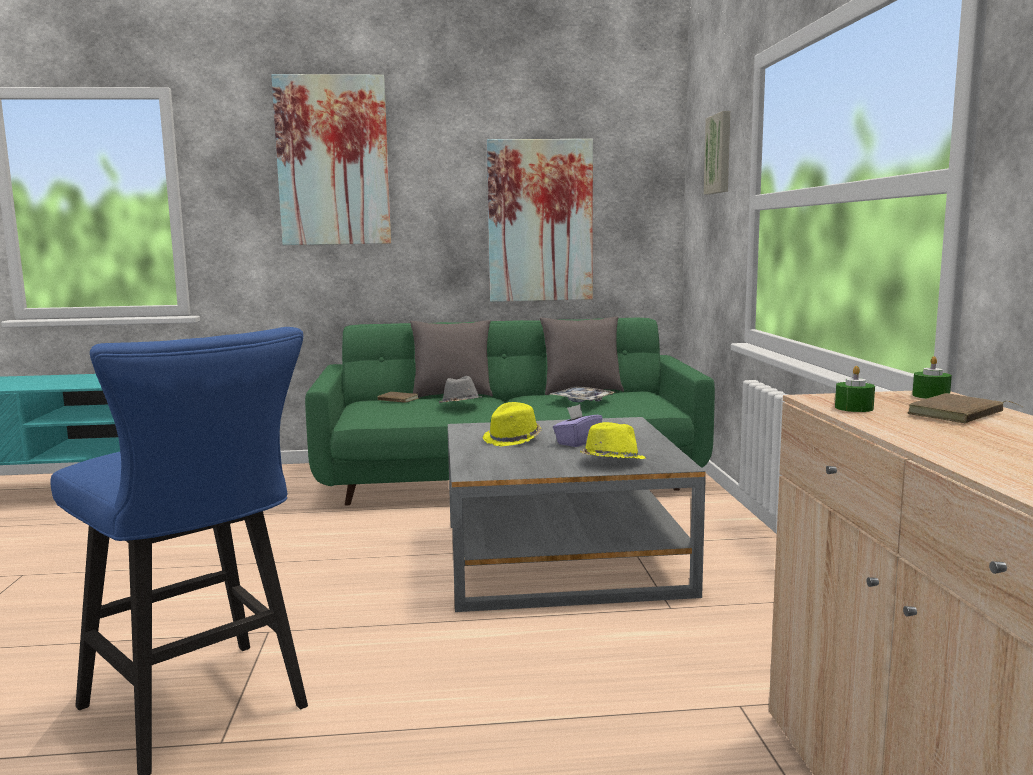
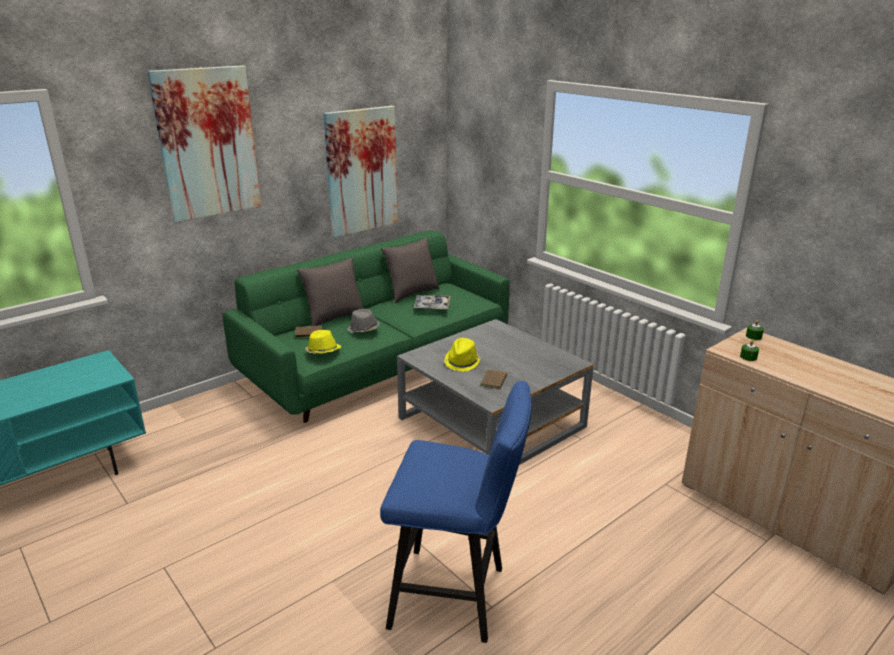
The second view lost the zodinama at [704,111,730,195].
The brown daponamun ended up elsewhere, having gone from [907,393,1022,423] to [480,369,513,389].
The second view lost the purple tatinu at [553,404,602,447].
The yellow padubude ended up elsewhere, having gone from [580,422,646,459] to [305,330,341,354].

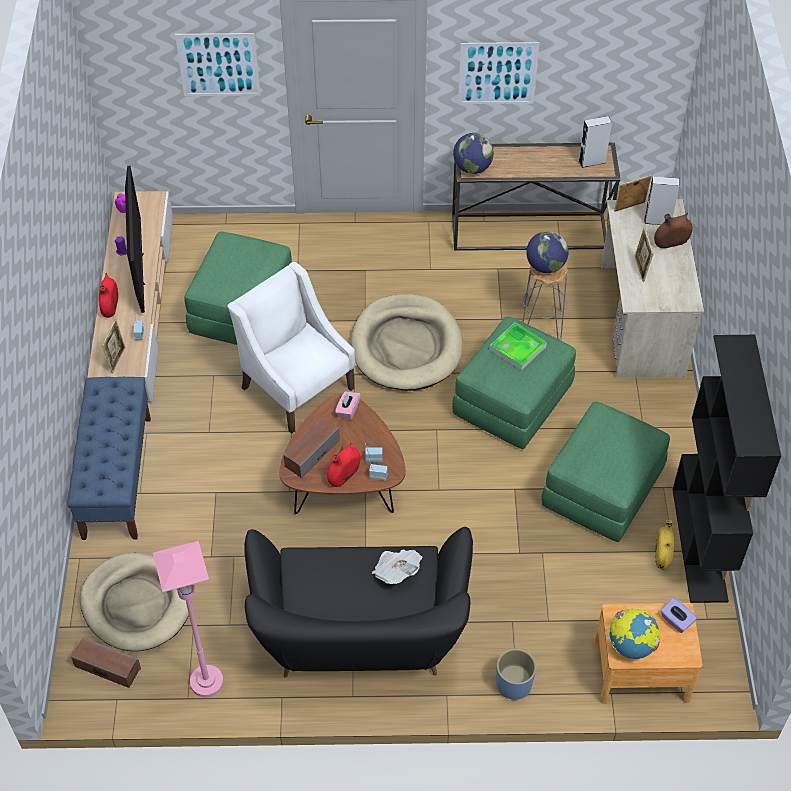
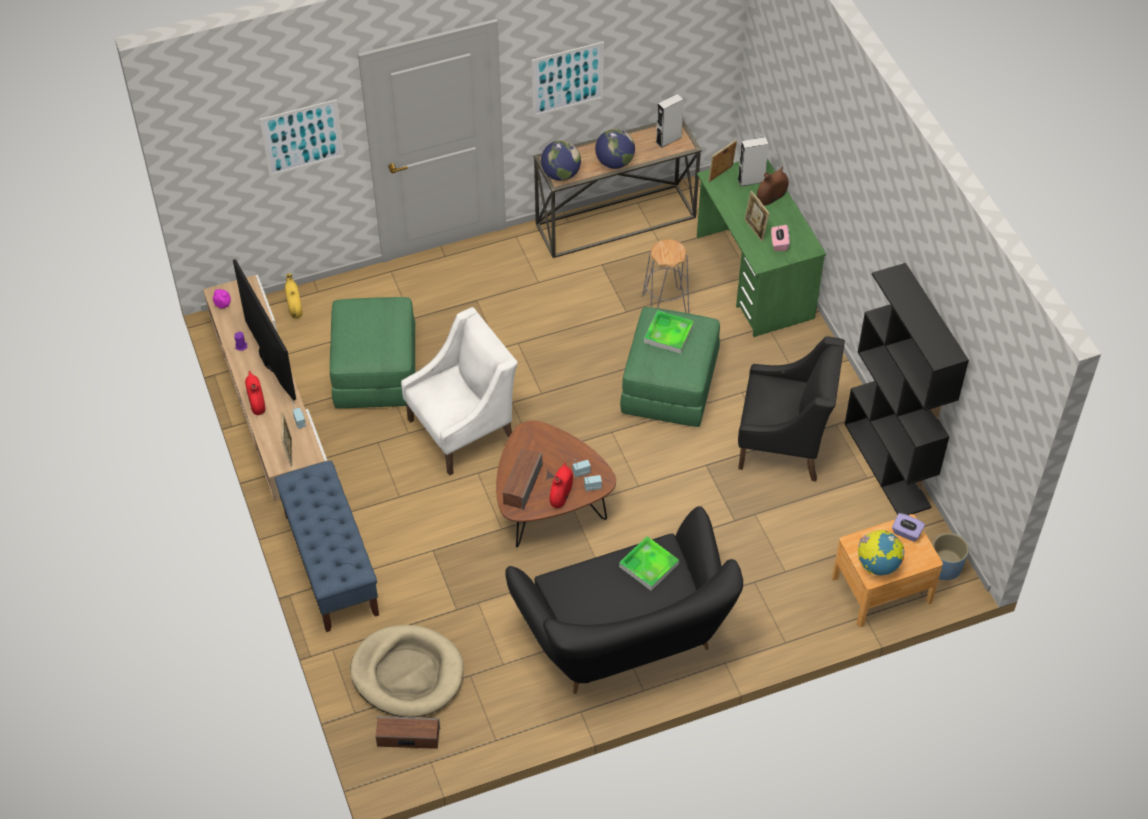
What was the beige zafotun at [601,199,704,378] turned into the green zafotun at [697,158,826,337].
The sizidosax ended up elsewhere, having gone from [526,231,568,273] to [595,129,635,169].
The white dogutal at [227,262,355,434] ended up facing another way, 120 degrees clockwise from before.
The second view lost the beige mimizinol at [351,294,463,391].
The pink tatinu ended up elsewhere, having gone from [335,392,361,420] to [771,225,790,251].
Where the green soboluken stood at [541,401,670,542], the black dogutal came to stand at [738,336,845,481].
The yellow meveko ended up elsewhere, having gone from [656,520,674,570] to [285,273,303,319].
The second view lost the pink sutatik at [153,541,223,698].
Where the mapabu stood at [372,549,422,584], the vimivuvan came to stand at [619,536,679,591].
The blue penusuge ended up elsewhere, having gone from [496,649,536,700] to [933,533,969,580].

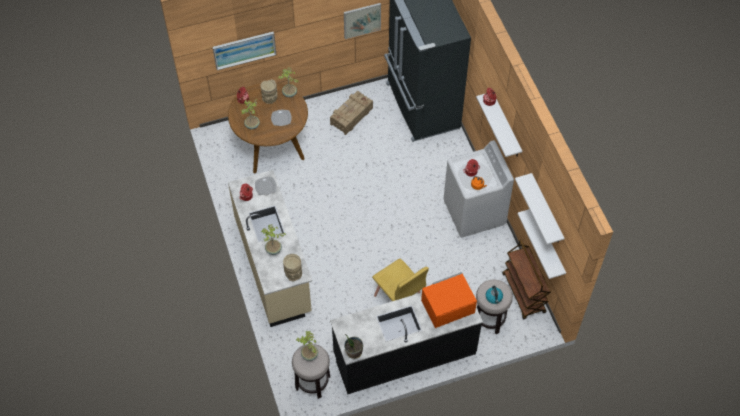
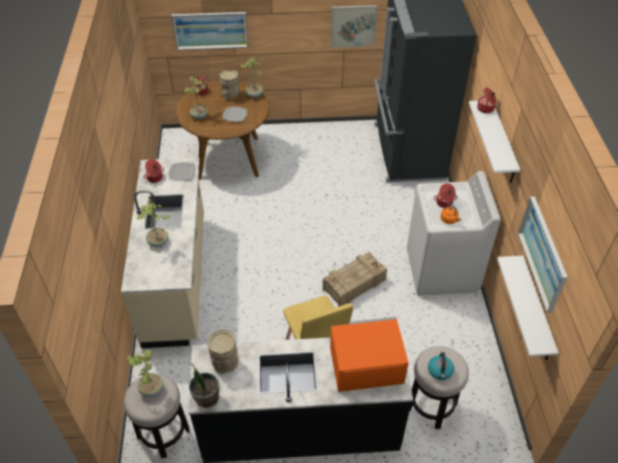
The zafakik ended up elsewhere, having gone from [330,91,373,135] to [323,252,387,307].
Where the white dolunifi hung at [515,173,565,245], the zodinama came to hang at [518,197,568,313].
The second view lost the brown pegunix at [502,240,551,319].
The beige meveko ended up elsewhere, having gone from [283,254,302,282] to [208,329,238,374].

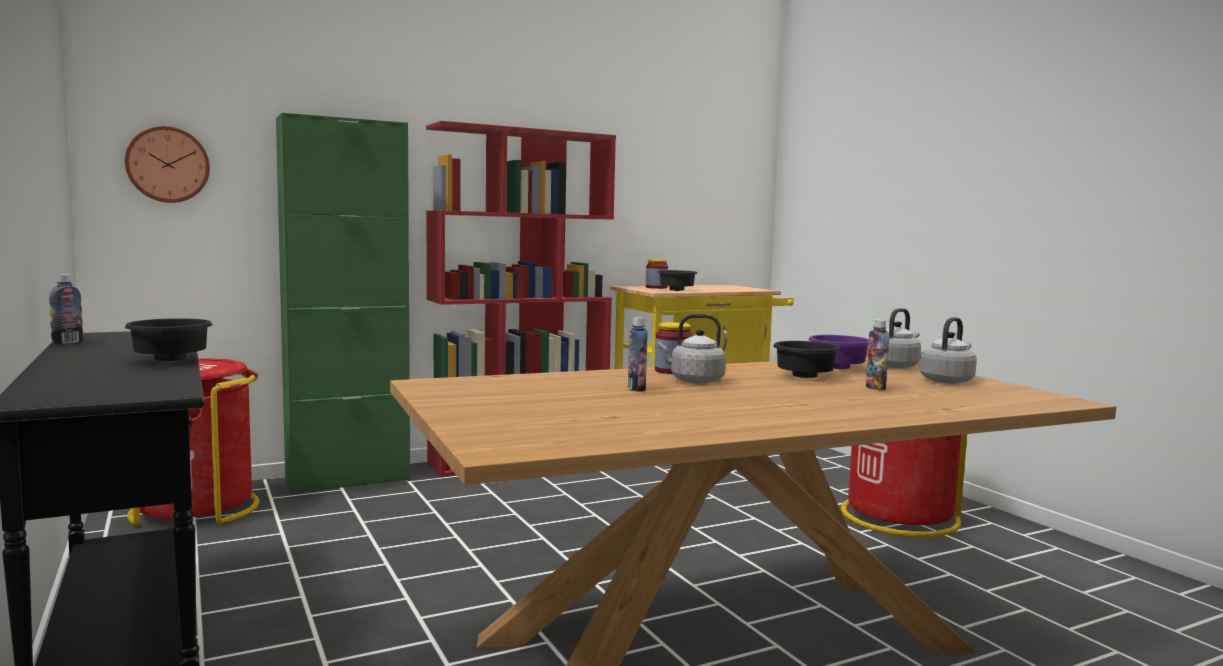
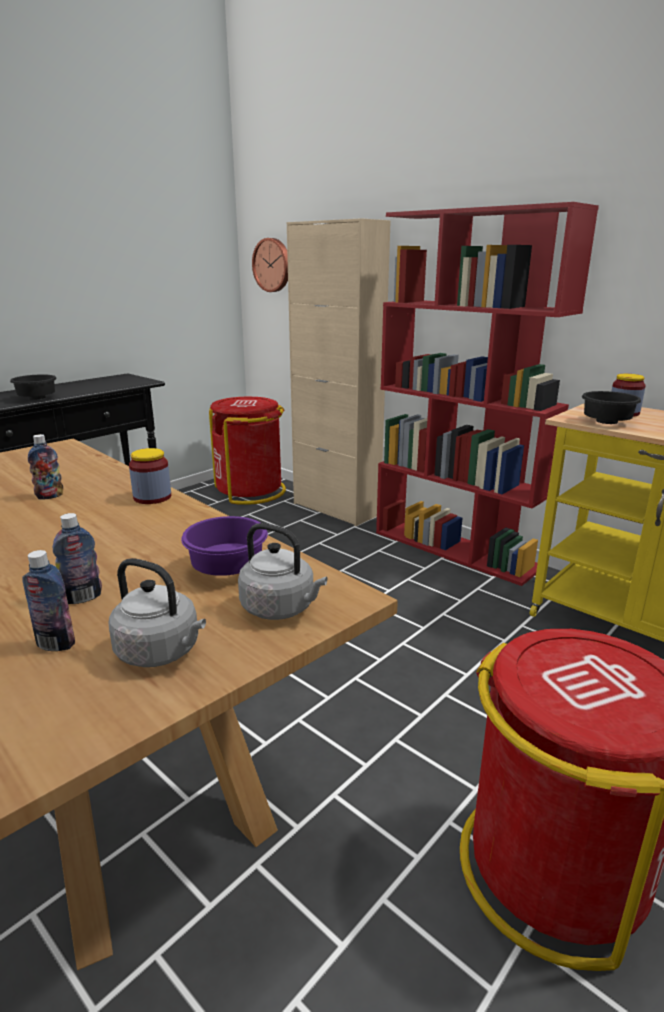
What was the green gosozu at [276,113,410,495] turned into the beige gosozu at [287,218,391,526].
The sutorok ended up elsewhere, having gone from [49,274,84,344] to [22,550,75,651].
The second view lost the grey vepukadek at [658,314,726,384].
The second view lost the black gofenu at [773,341,841,378].

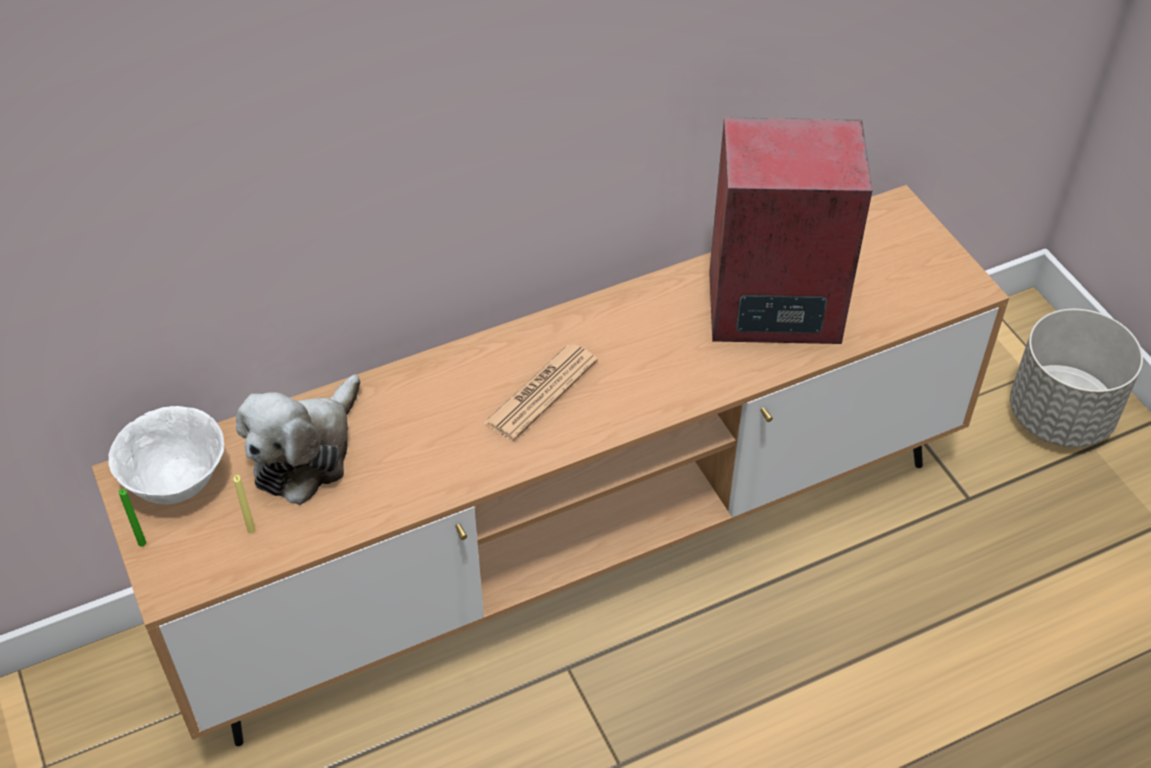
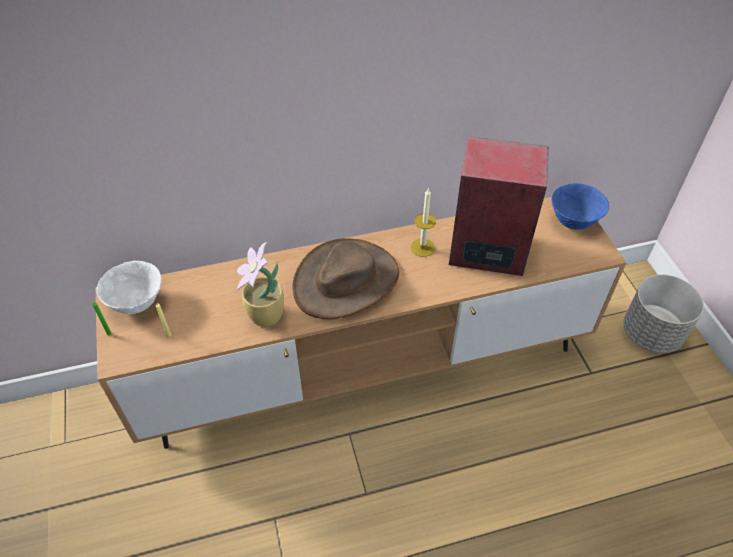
Where the mapabu stood at [484,344,598,441], the brown padubude came to stand at [292,238,399,319].
The second view lost the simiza at [236,375,360,505].
The second view gained the blue gofenu at [551,183,609,230].
The second view gained the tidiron at [411,189,436,257].
The second view gained the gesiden at [237,242,284,327].

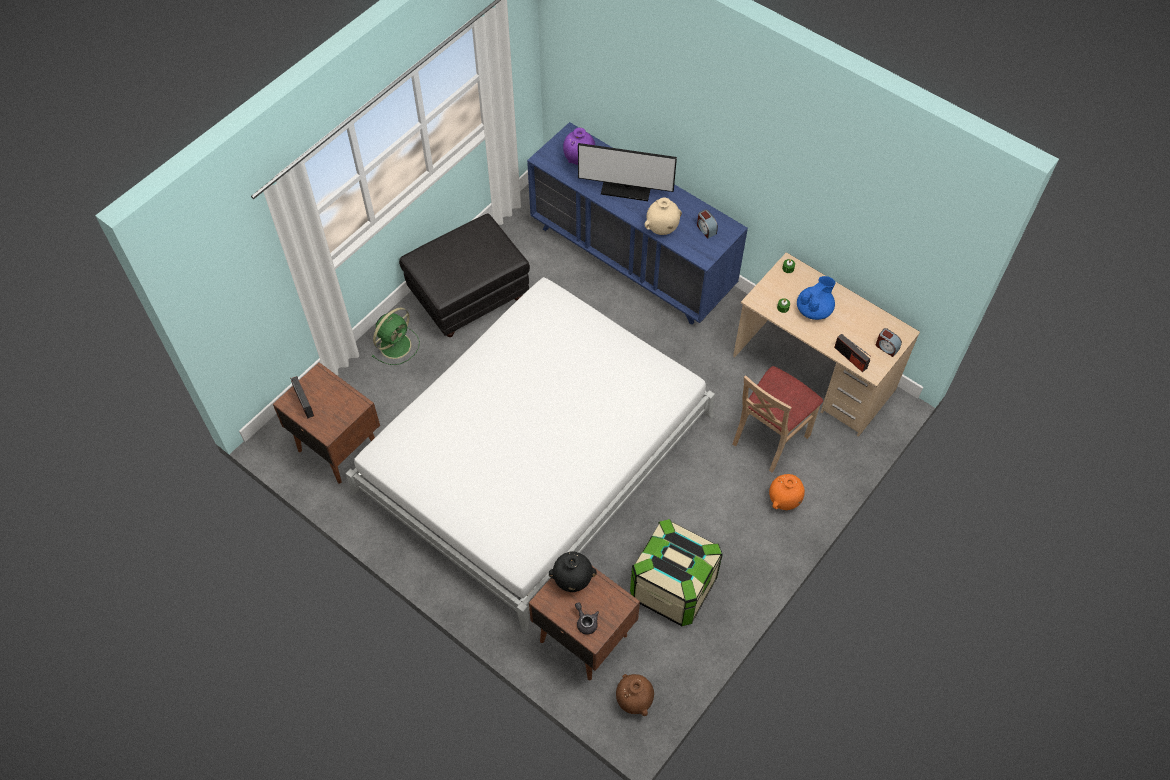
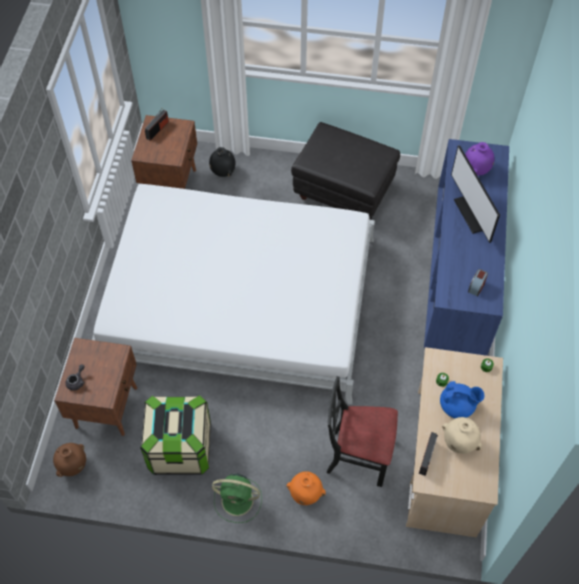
The beige meveko ended up elsewhere, having gone from [644,197,682,235] to [442,417,482,454].
The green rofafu ended up elsewhere, having gone from [372,308,420,365] to [212,474,262,523].
The second view lost the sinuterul at [876,328,902,357].
What was the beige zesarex at [733,366,823,472] turned into the black zesarex at [327,376,398,487].
The black meveko ended up elsewhere, having gone from [549,551,597,592] to [209,147,235,177].

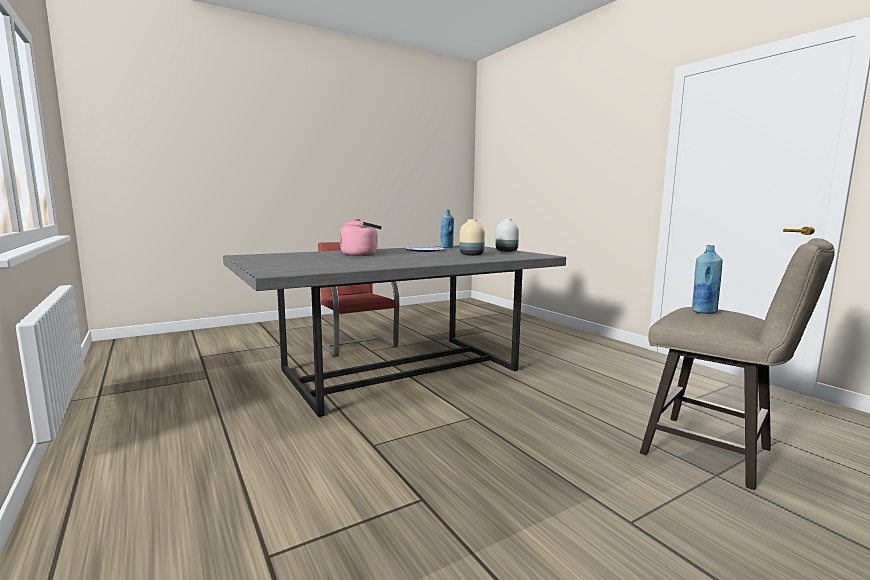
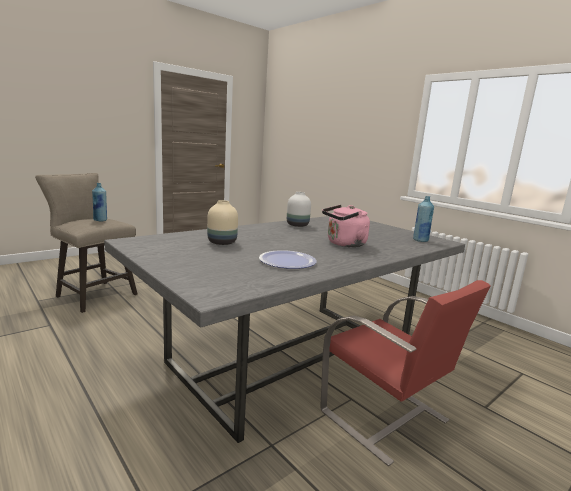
The blue sutorok ended up elsewhere, having gone from [440,210,454,248] to [413,196,434,242].
The white meveko ended up elsewhere, having gone from [495,219,519,252] to [287,192,311,227].

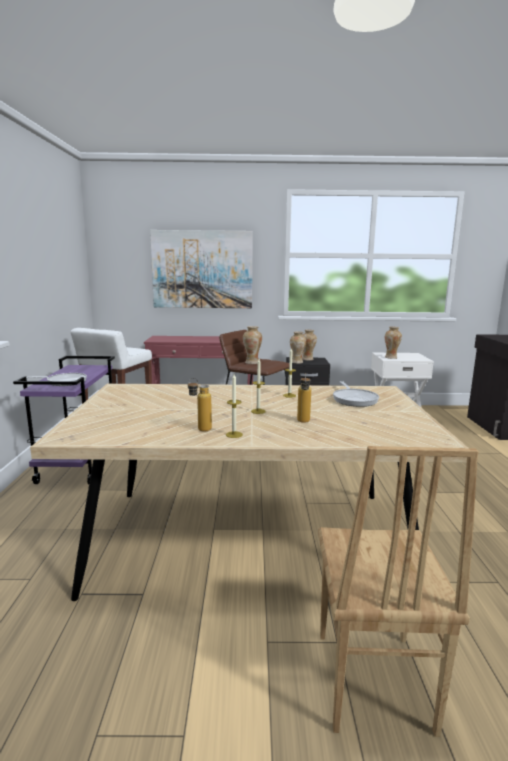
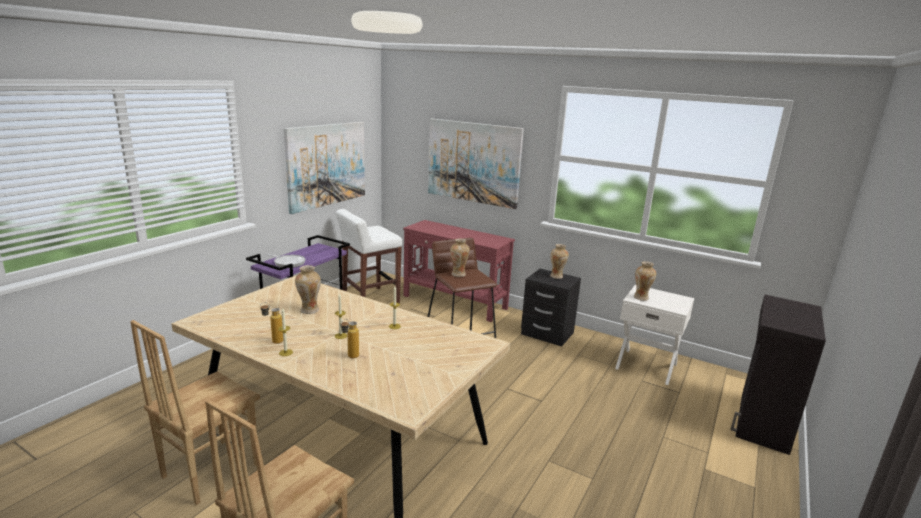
The meveko ended up elsewhere, having gone from [290,331,306,364] to [295,265,321,314].
The second view lost the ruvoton at [333,381,379,407].
The second view gained the zodinama at [284,122,365,214].
The second view gained the brown zesarex at [130,320,260,505].

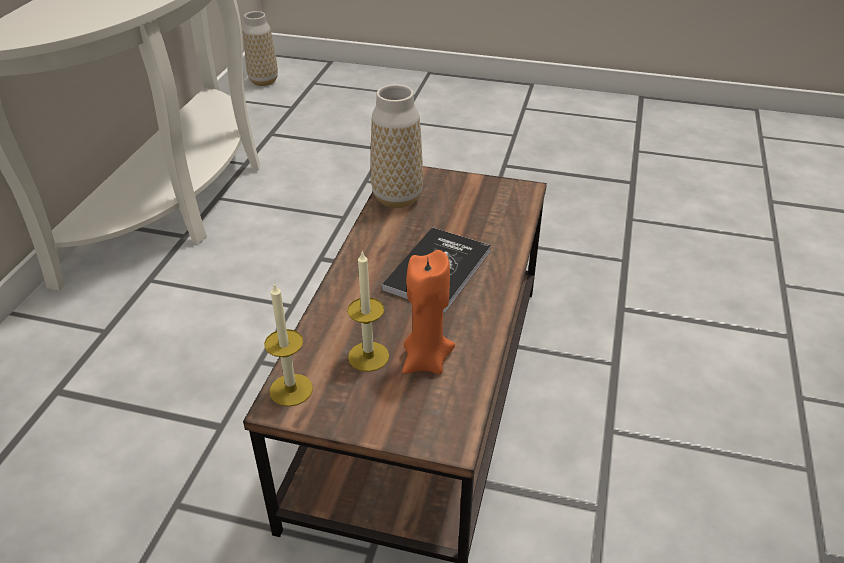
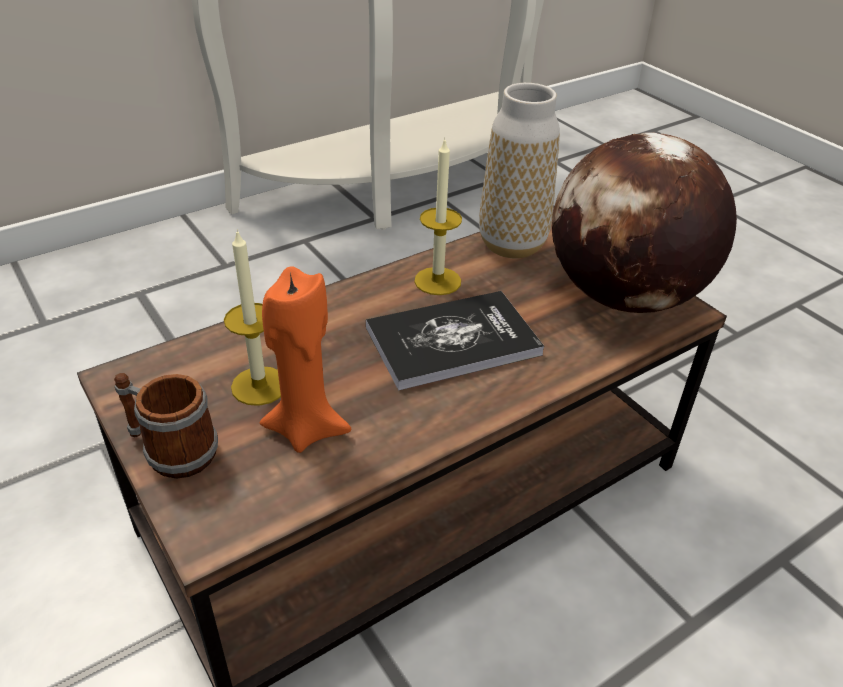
The second view lost the meveko at [243,11,278,86].
The tidiron ended up elsewhere, having gone from [264,283,313,407] to [414,138,462,295].
The second view gained the sizidosax at [552,132,737,313].
The second view gained the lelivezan at [114,373,218,479].

